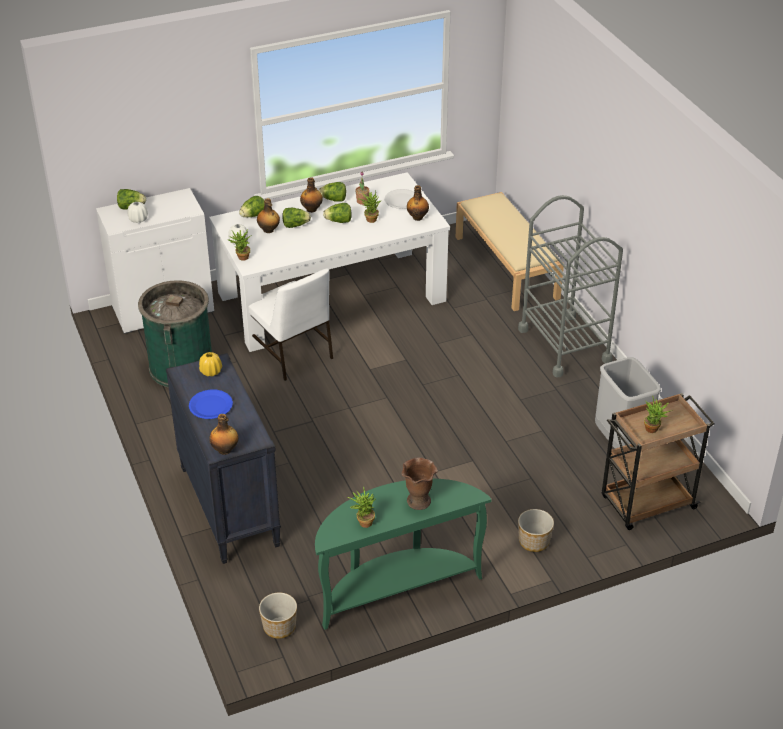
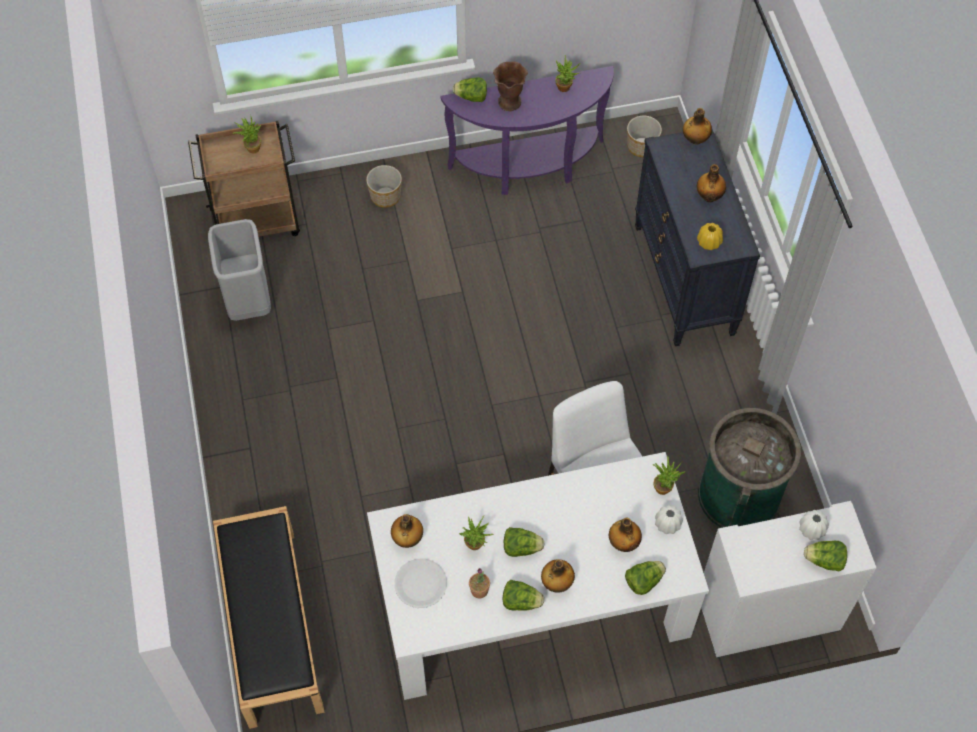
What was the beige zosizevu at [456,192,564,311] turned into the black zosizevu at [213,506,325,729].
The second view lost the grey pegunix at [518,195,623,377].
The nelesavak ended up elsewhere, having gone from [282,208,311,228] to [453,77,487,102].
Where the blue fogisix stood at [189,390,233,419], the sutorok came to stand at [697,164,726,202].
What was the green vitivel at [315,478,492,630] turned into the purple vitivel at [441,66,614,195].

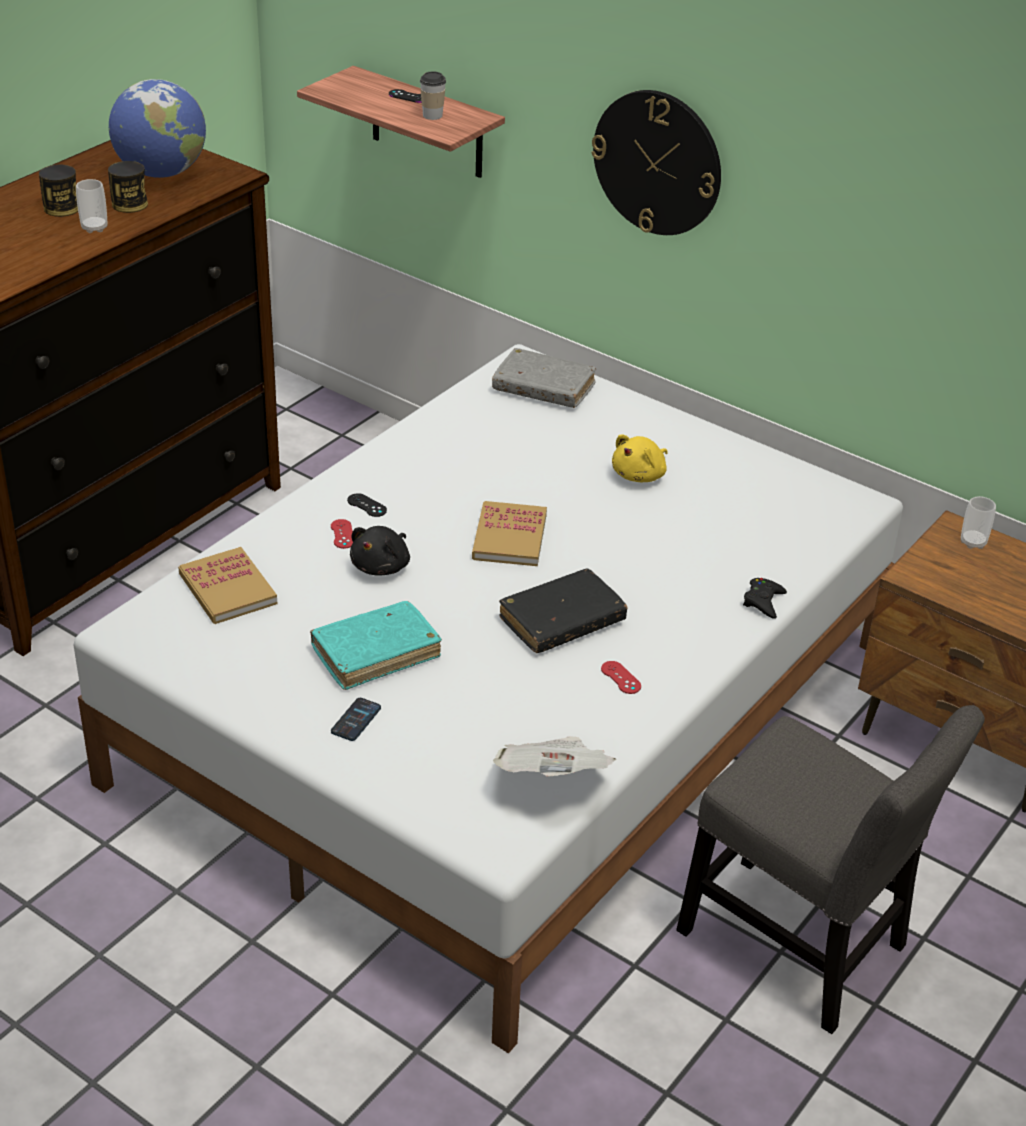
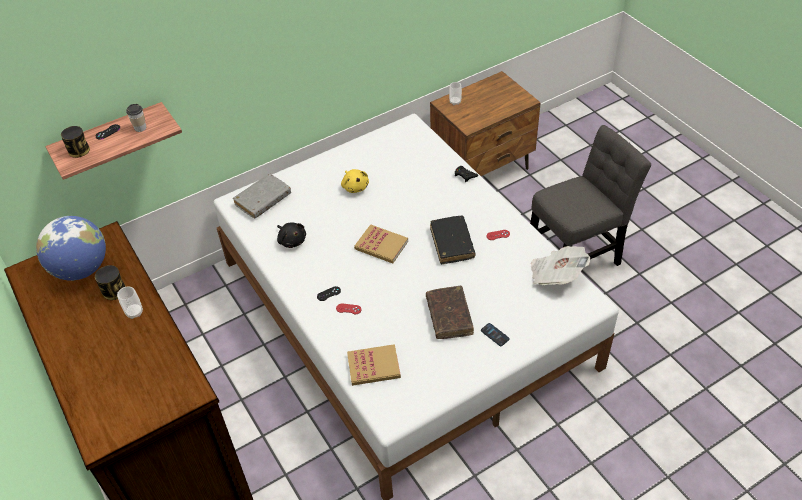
The second view lost the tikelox at [591,90,721,235].
The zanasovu ended up elsewhere, having gone from [39,165,78,217] to [61,126,90,158].
The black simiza ended up elsewhere, having gone from [350,526,410,576] to [277,222,306,248].
What was the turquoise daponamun at [310,601,442,690] turned into the brown daponamun at [426,286,474,339].

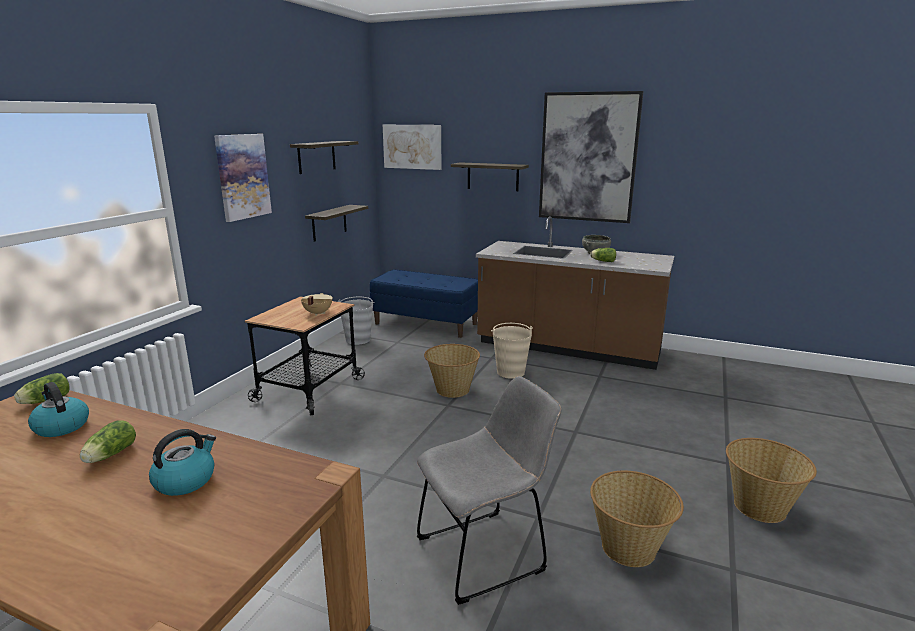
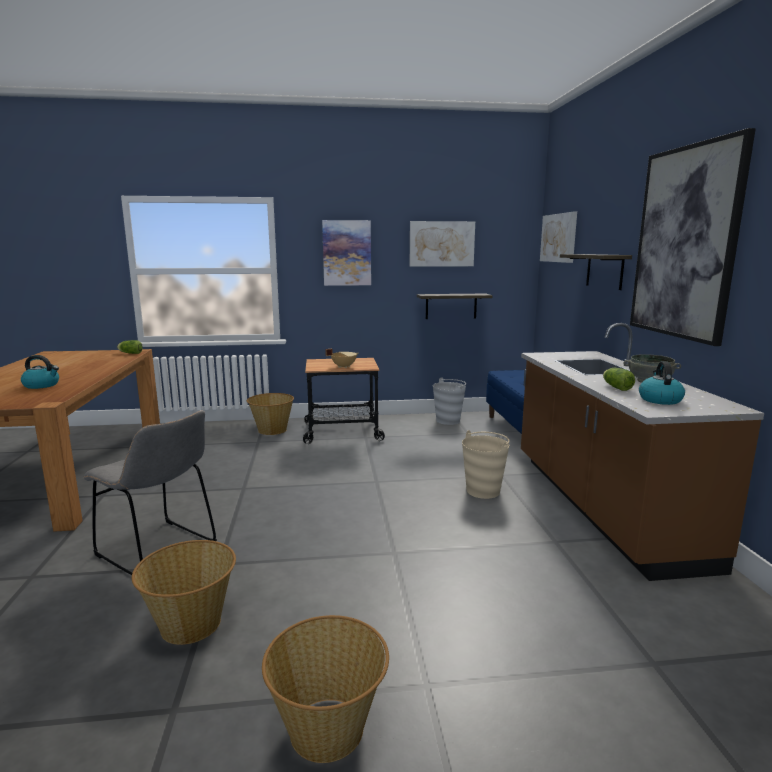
Where the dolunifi hung at [290,141,358,174], the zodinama came to hang at [410,221,475,267].
The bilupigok ended up elsewhere, having gone from [424,344,480,398] to [247,393,294,435].
The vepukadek ended up elsewhere, having gone from [28,382,89,437] to [639,361,685,405].
The second view lost the nelesavak at [80,420,136,463].

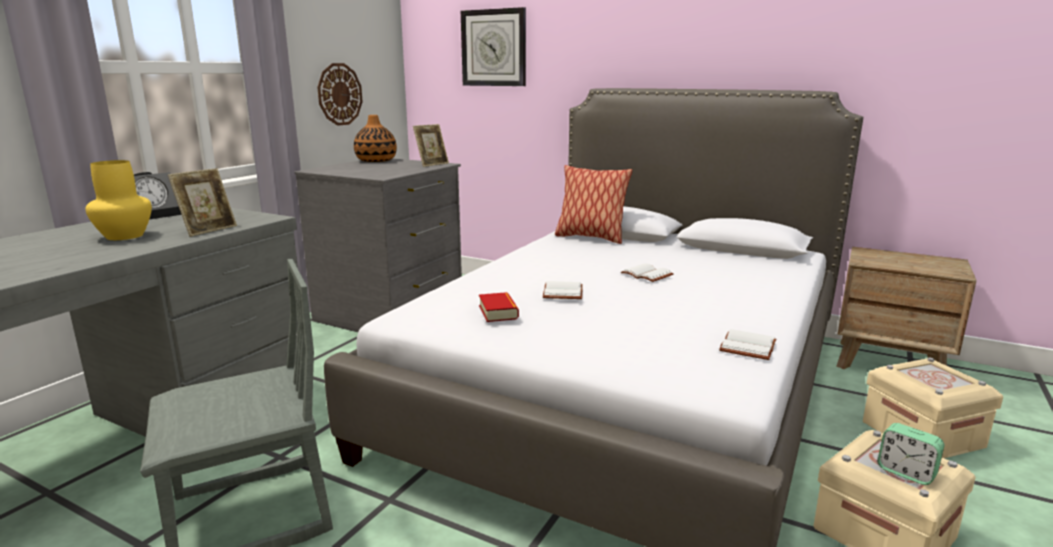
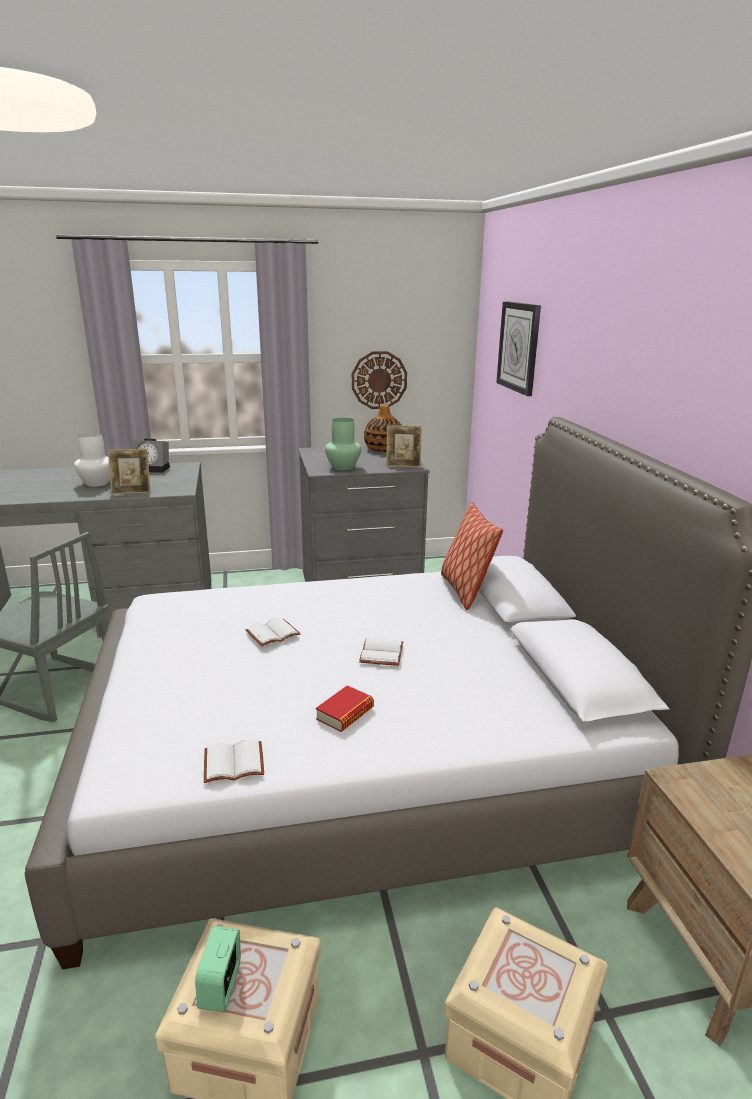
What was the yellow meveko at [85,160,152,240] turned into the white meveko at [74,432,110,487].
The daponamun ended up elsewhere, having gone from [479,292,519,322] to [316,685,374,732].
The second view gained the green meveko at [325,418,361,470].

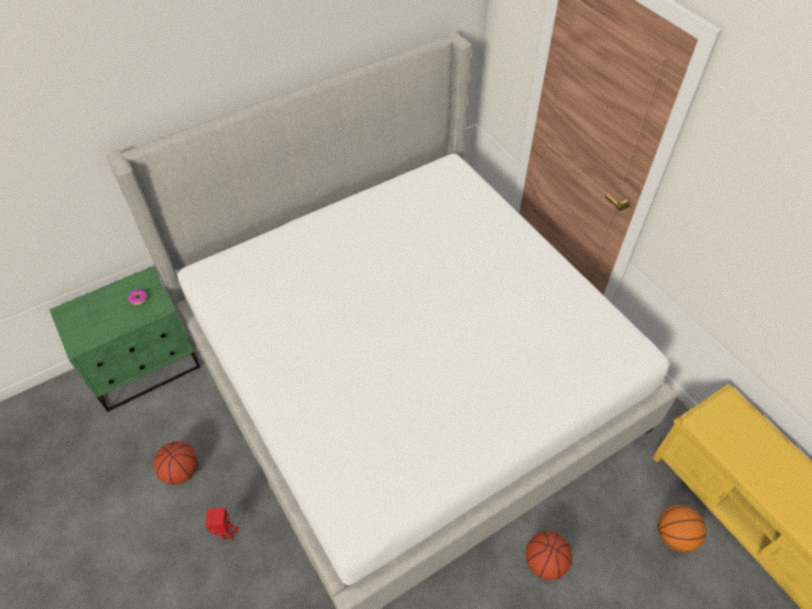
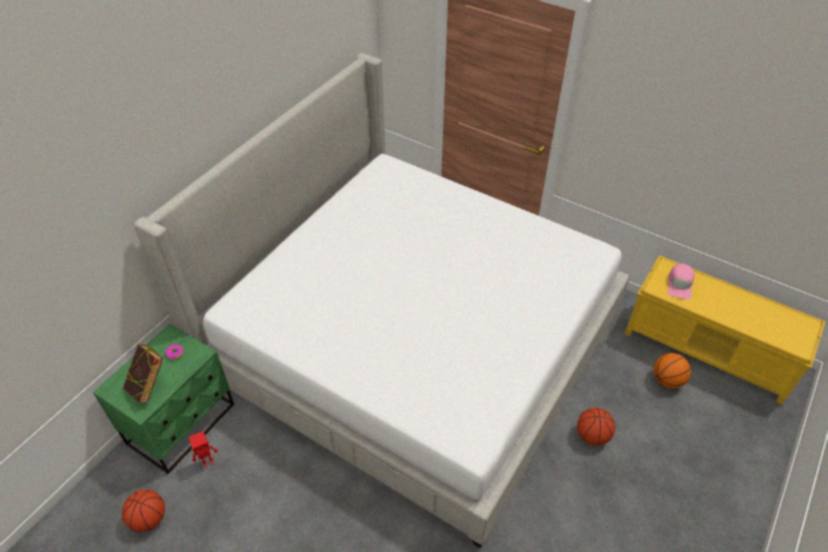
The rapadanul ended up elsewhere, having gone from [153,441,198,485] to [122,490,165,532].
The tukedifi ended up elsewhere, having gone from [205,508,239,541] to [189,431,218,468].
The second view gained the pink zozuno at [668,264,694,300].
The second view gained the daponamun at [123,344,163,403].

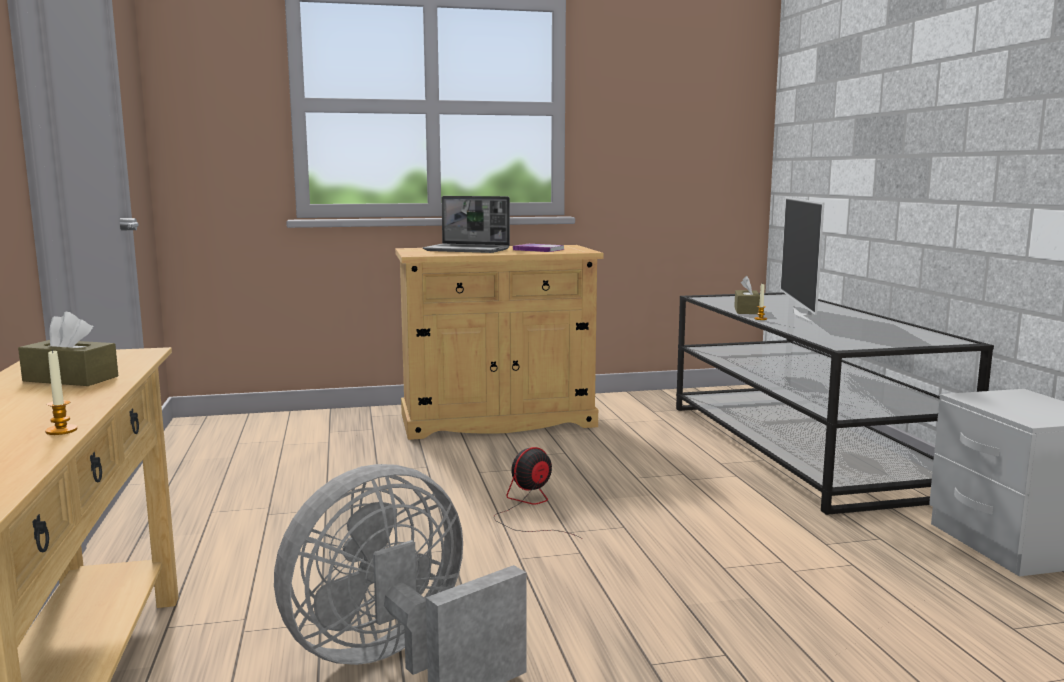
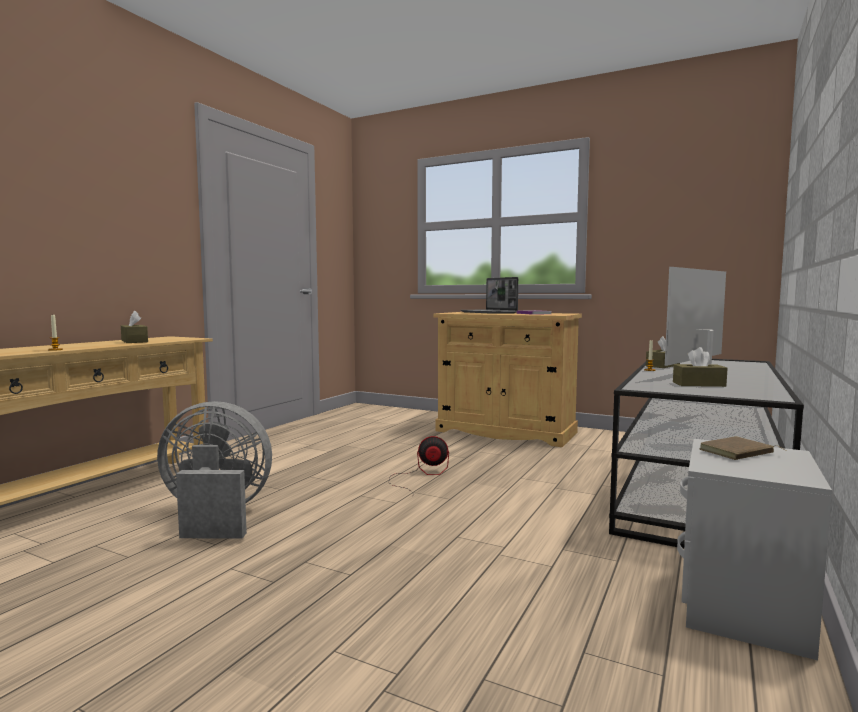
The second view gained the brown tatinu at [673,347,728,387].
The second view gained the brown daponamun at [700,436,786,460].

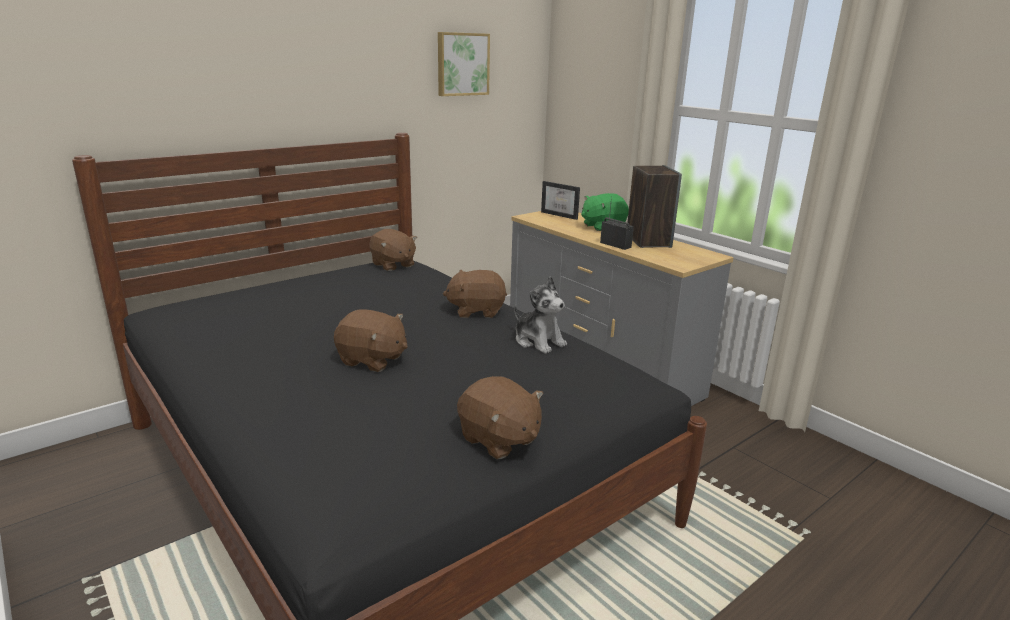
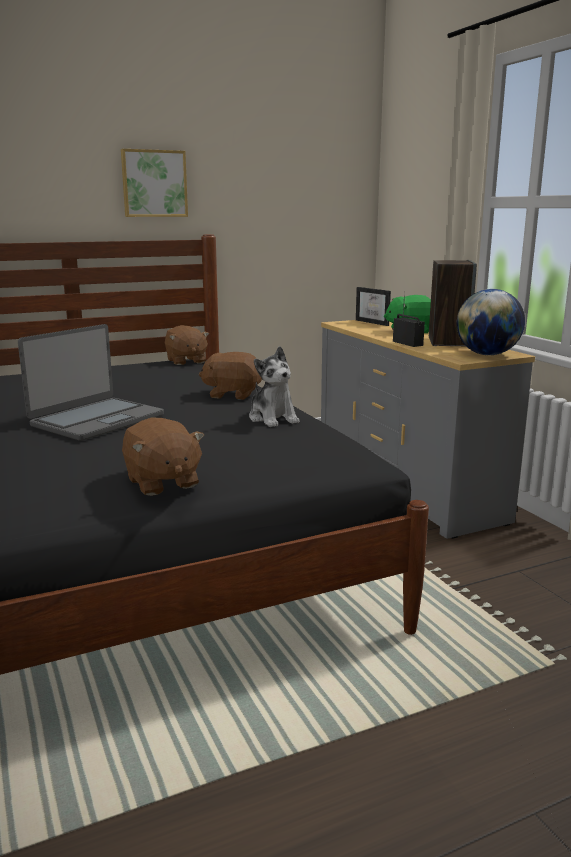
The zodinama ended up elsewhere, having gone from [438,32,490,96] to [121,149,188,217].
Where the brown simiza stood at [334,309,408,372], the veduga came to stand at [18,324,164,441].
The second view gained the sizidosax at [456,289,525,355].

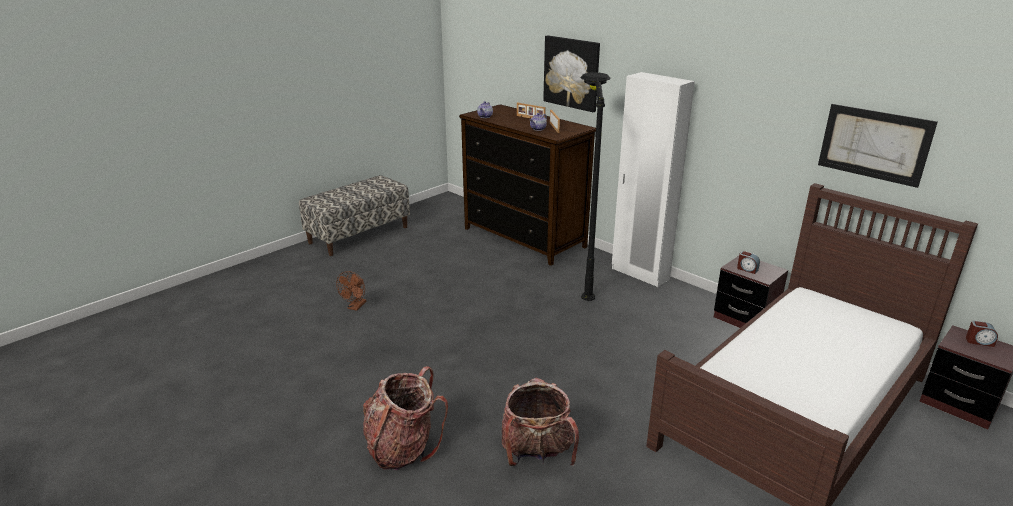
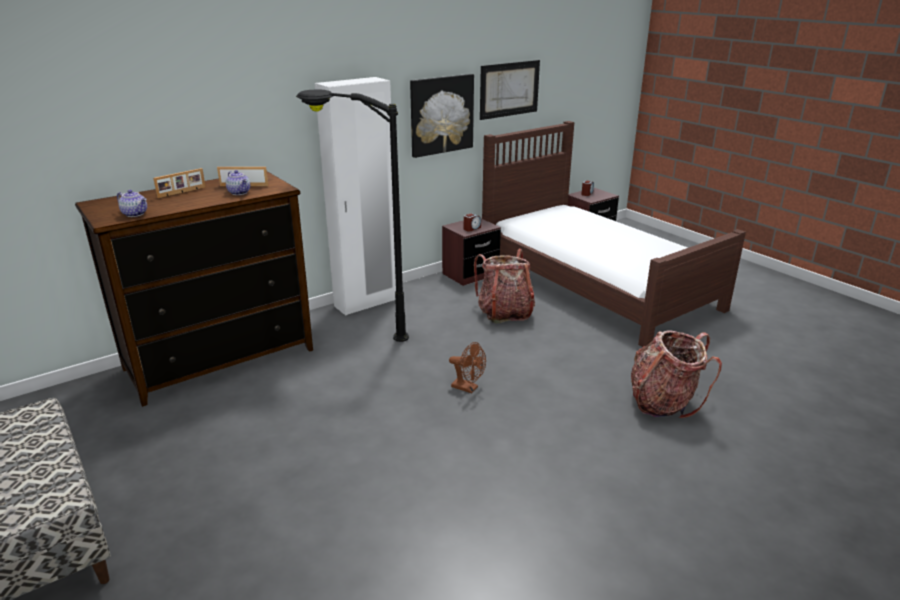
The zodinama ended up elsewhere, having gone from [543,35,600,112] to [410,74,474,158].
The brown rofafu ended up elsewhere, having gone from [336,271,366,311] to [449,342,486,393].
The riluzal ended up elsewhere, having gone from [363,366,448,470] to [474,249,535,324].

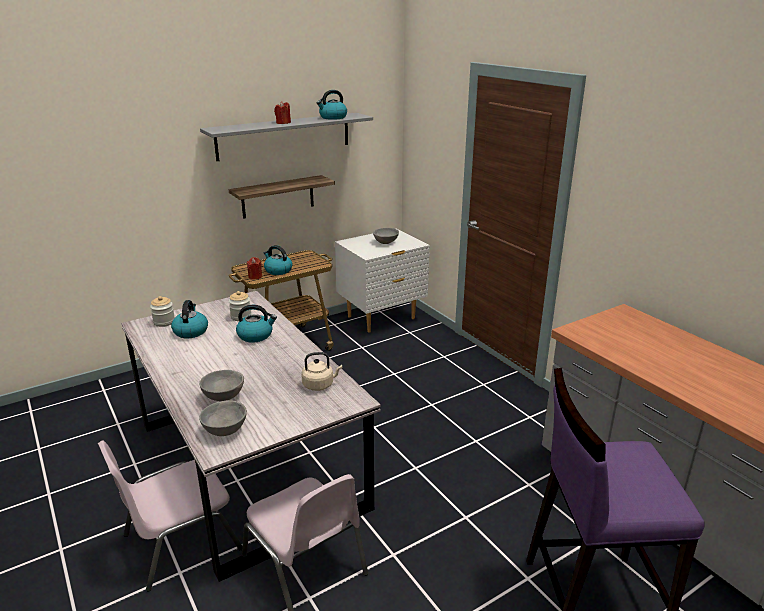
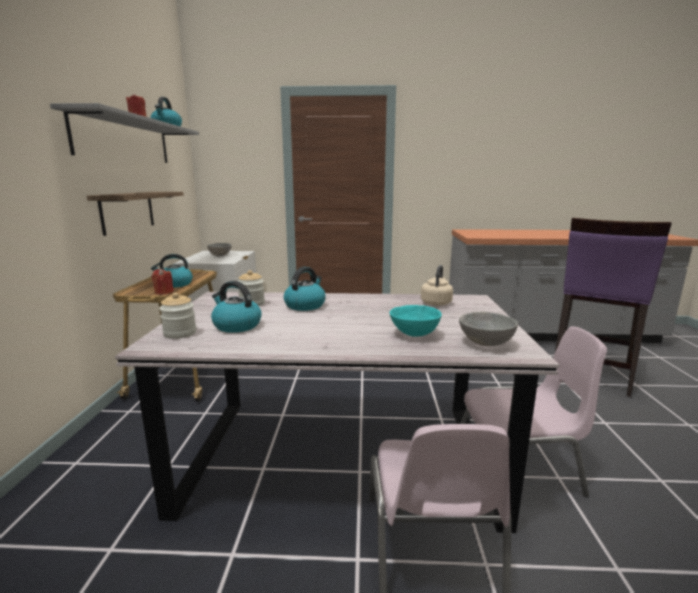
What was the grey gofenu at [199,370,244,401] turned into the turquoise gofenu at [390,305,442,337].

